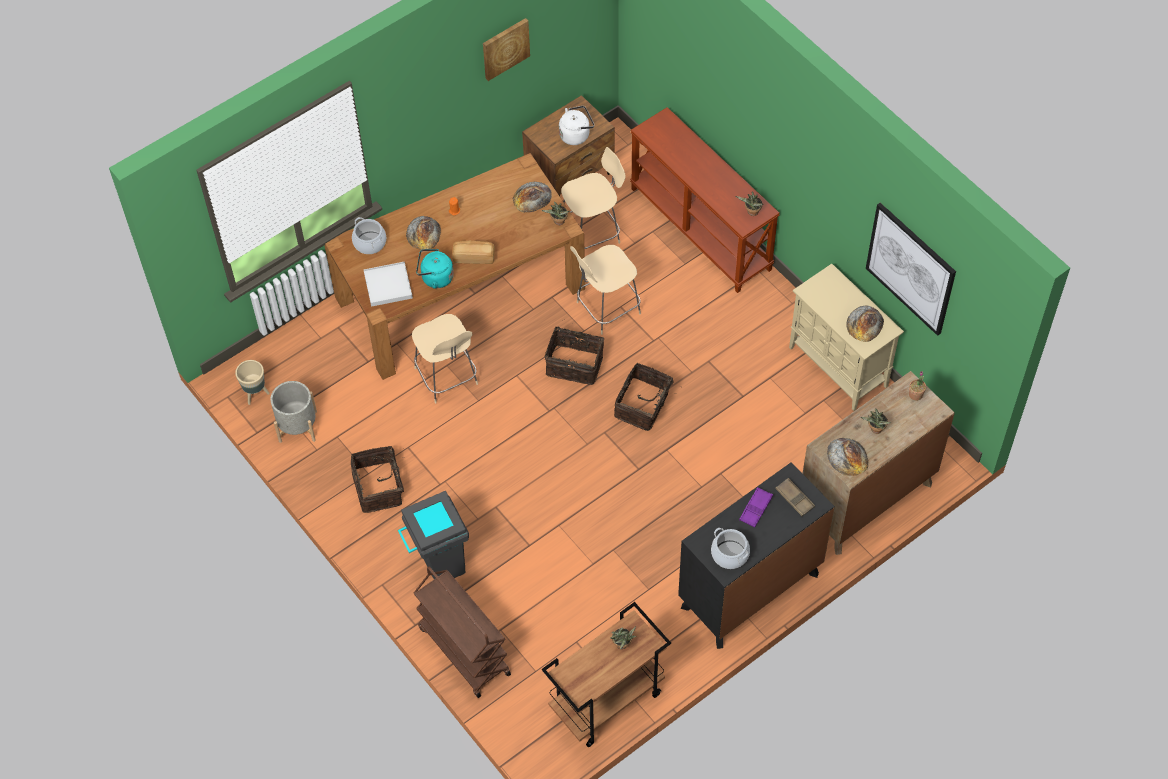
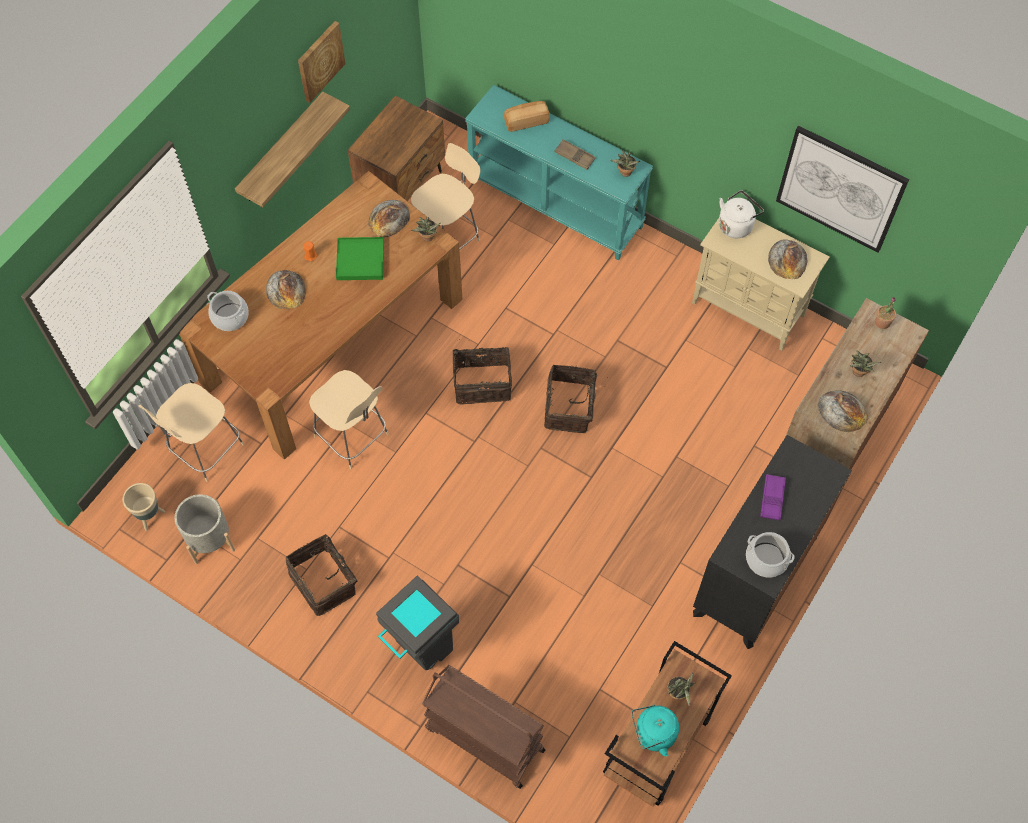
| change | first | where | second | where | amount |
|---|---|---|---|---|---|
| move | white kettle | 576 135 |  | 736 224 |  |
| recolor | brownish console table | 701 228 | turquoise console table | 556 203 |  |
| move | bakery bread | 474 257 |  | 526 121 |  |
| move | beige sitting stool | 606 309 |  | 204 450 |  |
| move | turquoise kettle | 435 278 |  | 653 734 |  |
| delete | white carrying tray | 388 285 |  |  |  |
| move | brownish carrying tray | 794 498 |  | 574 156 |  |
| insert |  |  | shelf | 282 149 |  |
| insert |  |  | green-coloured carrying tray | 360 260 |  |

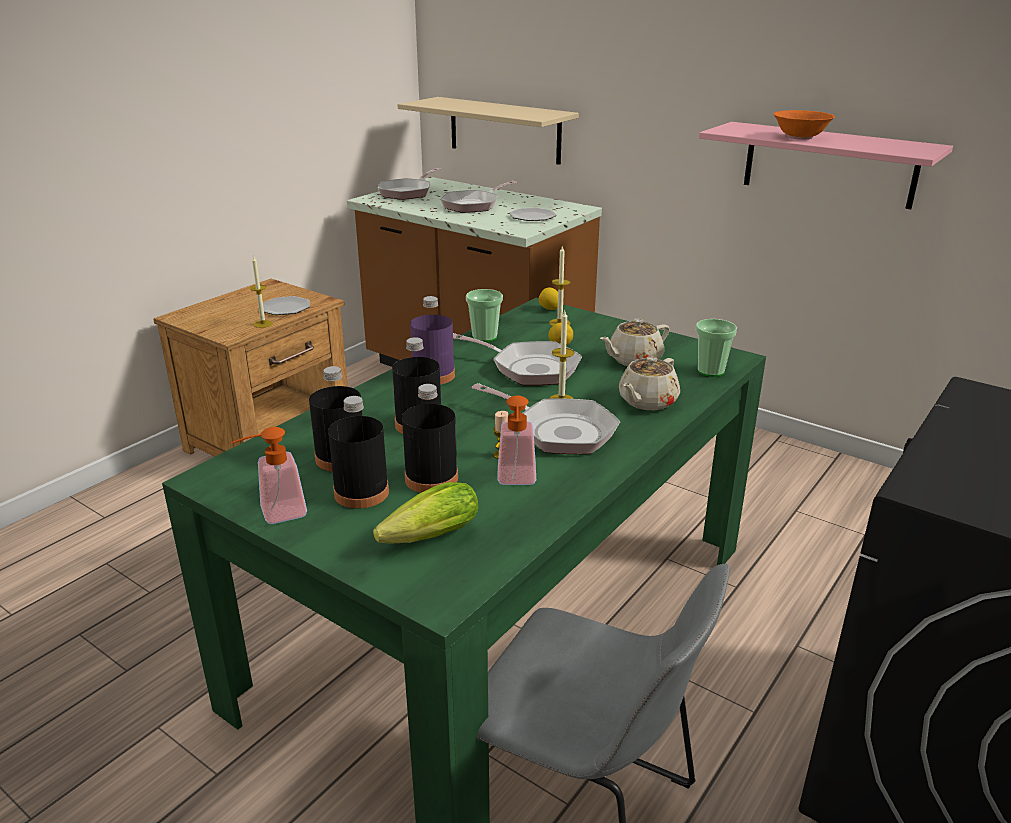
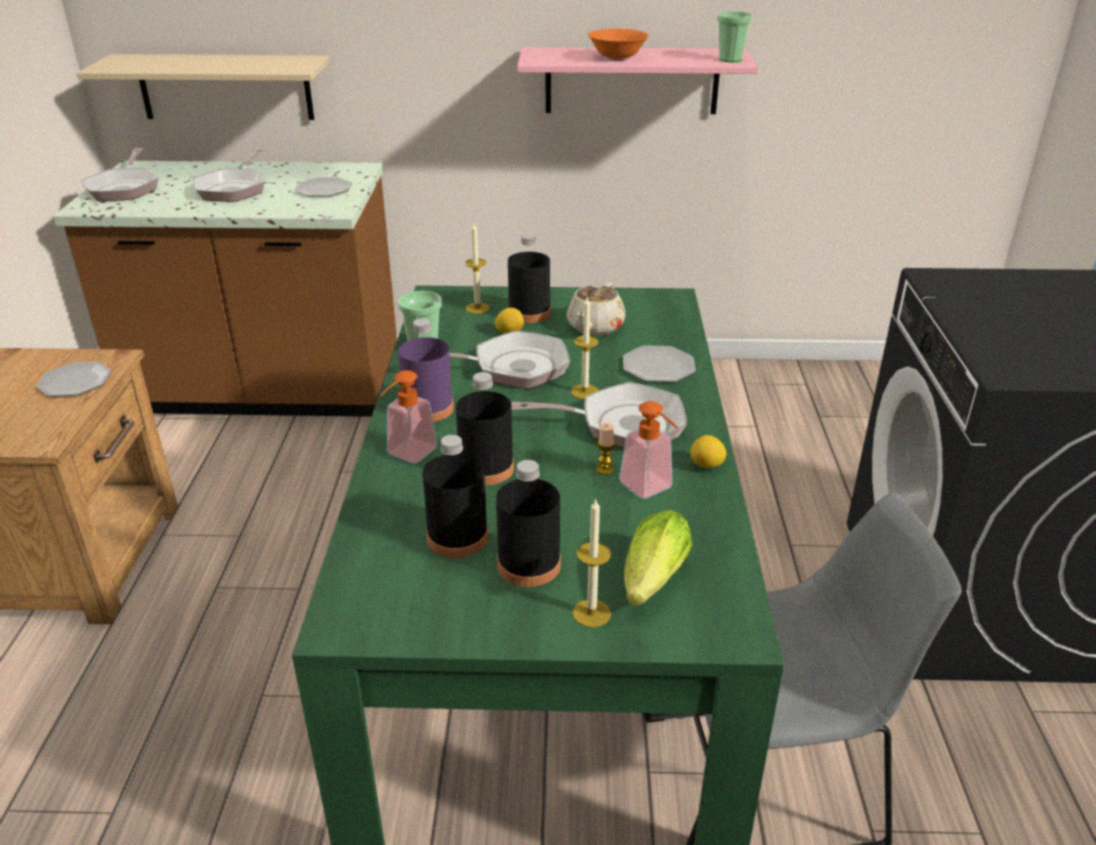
| change | first | where | second | where | amount |
|---|---|---|---|---|---|
| move | wax light | 263 324 |  | 591 613 |  |
| move | whole lemon | 549 309 |  | 707 466 |  |
| move | cup | 710 371 |  | 730 59 |  |
| replace | beige tea pot | 647 402 | plate | 657 367 |  |
| move | black bottle | 431 479 |  | 529 313 |  |
| move | liquid soap bottle | 274 514 |  | 407 455 |  |

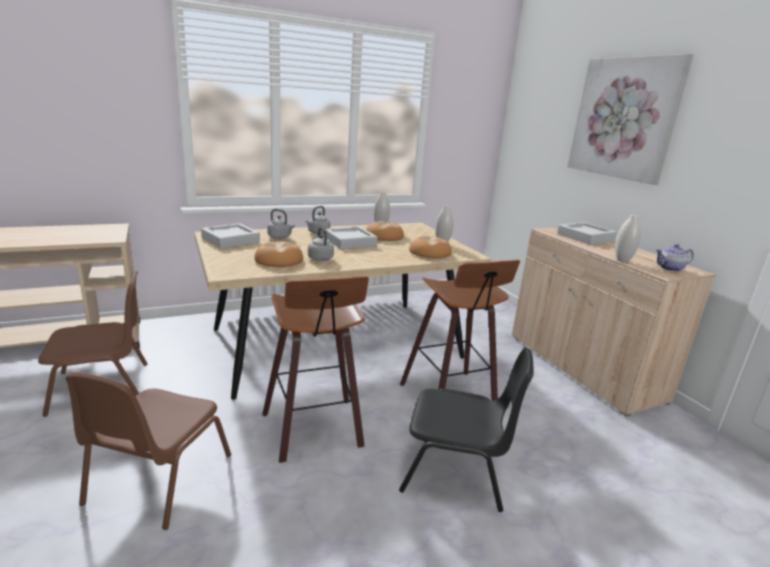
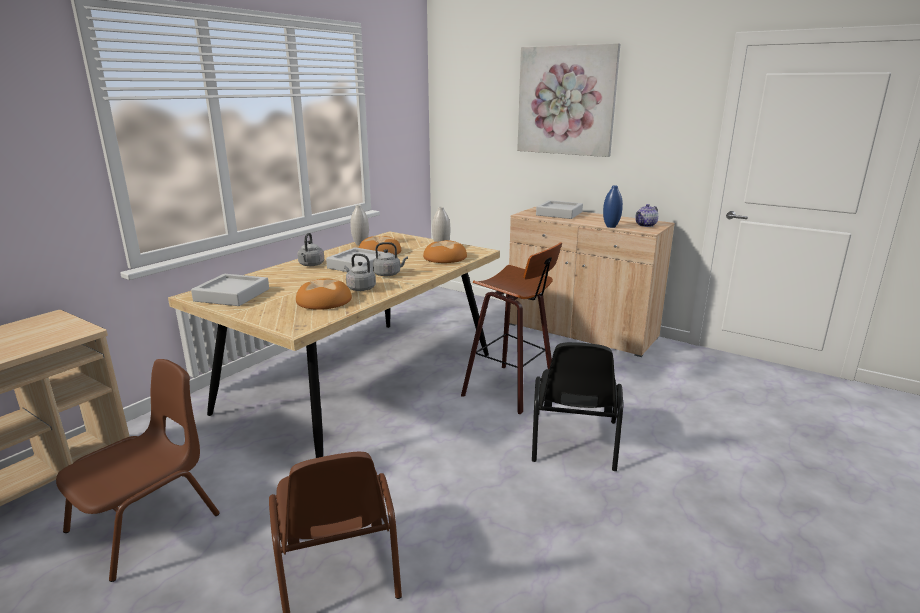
| change | first | where | second | where | amount |
|---|---|---|---|---|---|
| move | greyish kettle | 280 237 |  | 388 274 |  |
| recolor | white vase | 622 260 | blue-coloured vase | 611 226 |  |
| delete | sitting stool | 315 431 |  |  |  |
| rotate | black chair | 456 470 |  | 573 442 | 120 degrees clockwise |

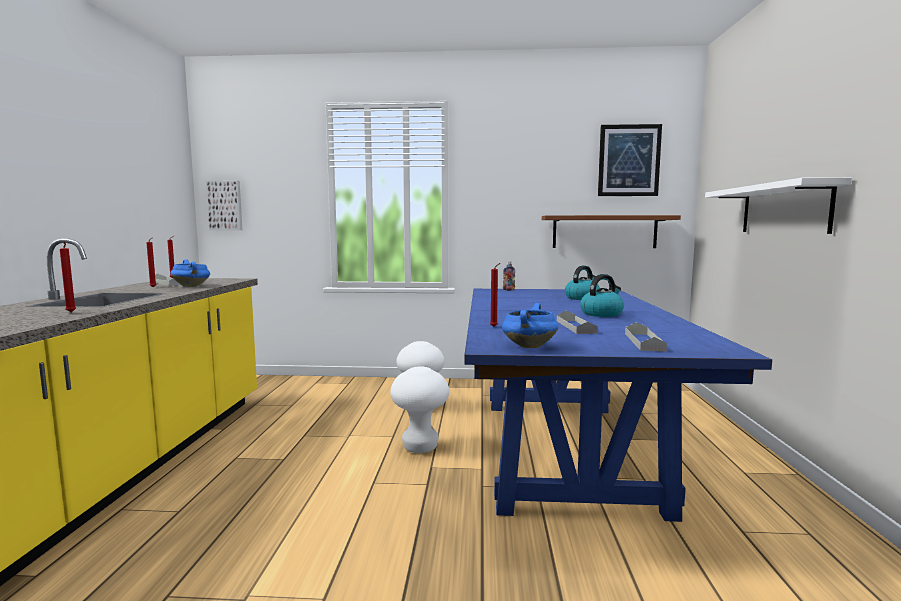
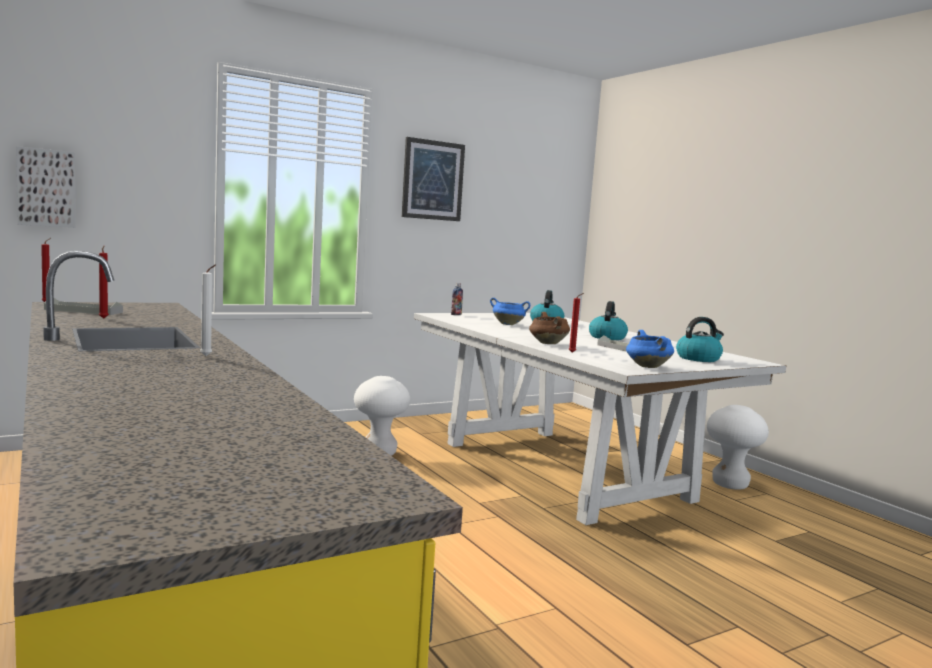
| change | first | where | second | where | amount |
|---|---|---|---|---|---|
| move | wall art | 629 160 |  | 432 180 |  |
| delete | white shelf | 784 209 |  |  |  |
| delete | brownish shelf | 604 232 |  |  |  |
| recolor | red wax light | 71 312 | white wax light | 207 356 |  |
| move | blue-coloured stockpot | 192 286 |  | 508 324 |  |
| recolor | blue-coloured kitchen table | 562 450 | white kitchen table | 561 469 |  |
| replace | greyish carrying tray | 644 342 | kettle | 698 358 |  |
| move | white sitting stool | 420 447 |  | 730 485 |  |
| insert |  |  | brownish stockpot | 547 343 |  |

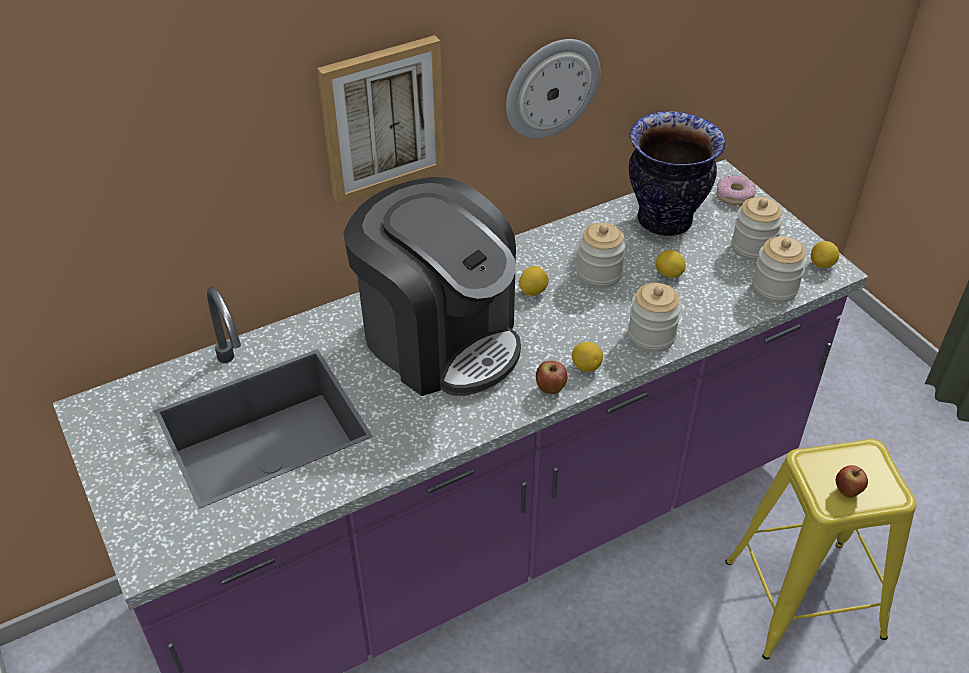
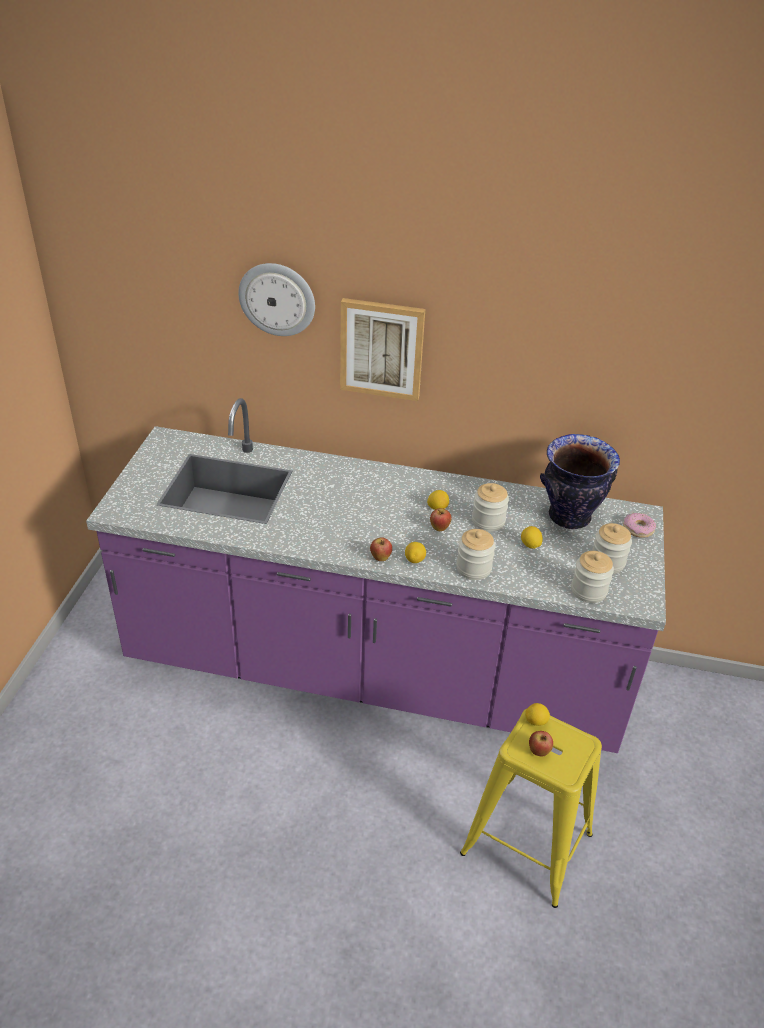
| change | first | where | second | where | amount |
|---|---|---|---|---|---|
| move | wall clock | 551 88 |  | 277 299 |  |
| delete | coffee maker | 439 339 |  |  |  |
| move | whole lemon | 822 265 |  | 536 721 |  |
| insert |  |  | whole apple | 439 528 |  |

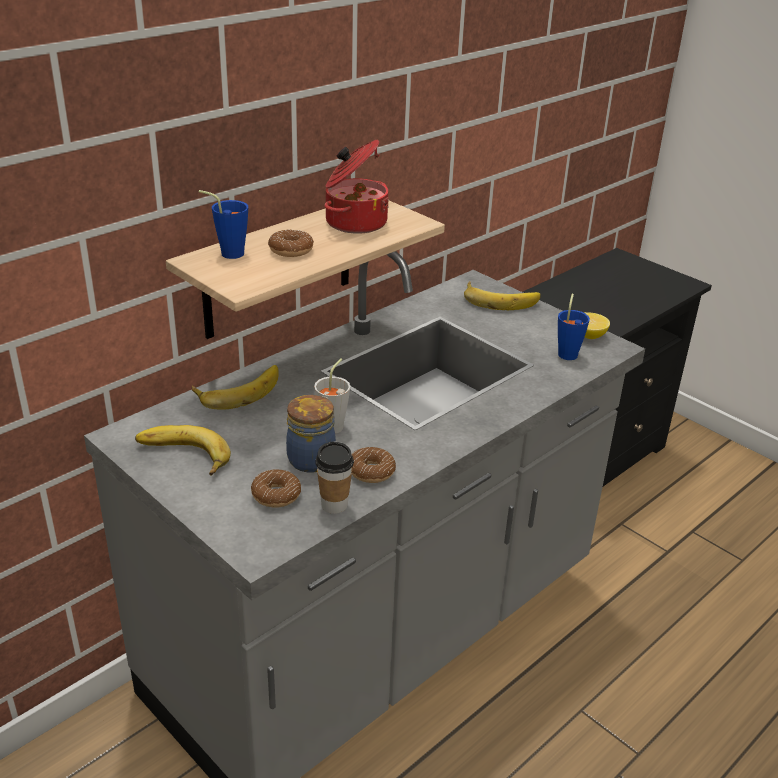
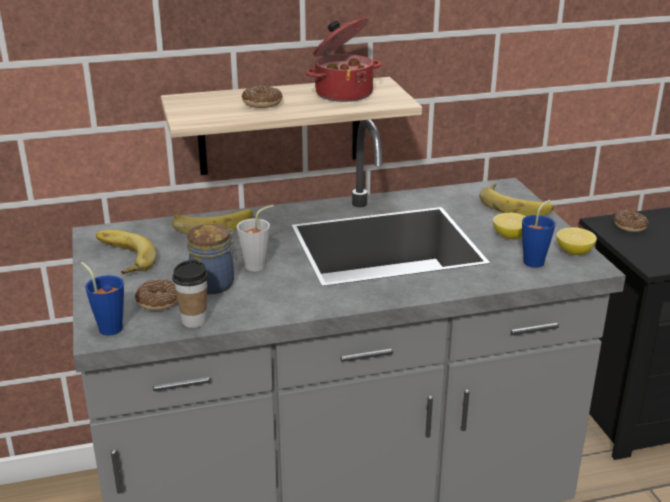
| change | first | where | second | where | amount |
|---|---|---|---|---|---|
| move | blue-coloured cup | 227 253 |  | 108 326 |  |
| move | ring doughnut | 371 471 |  | 630 226 |  |
| insert |  |  | whole lemon | 510 236 |  |

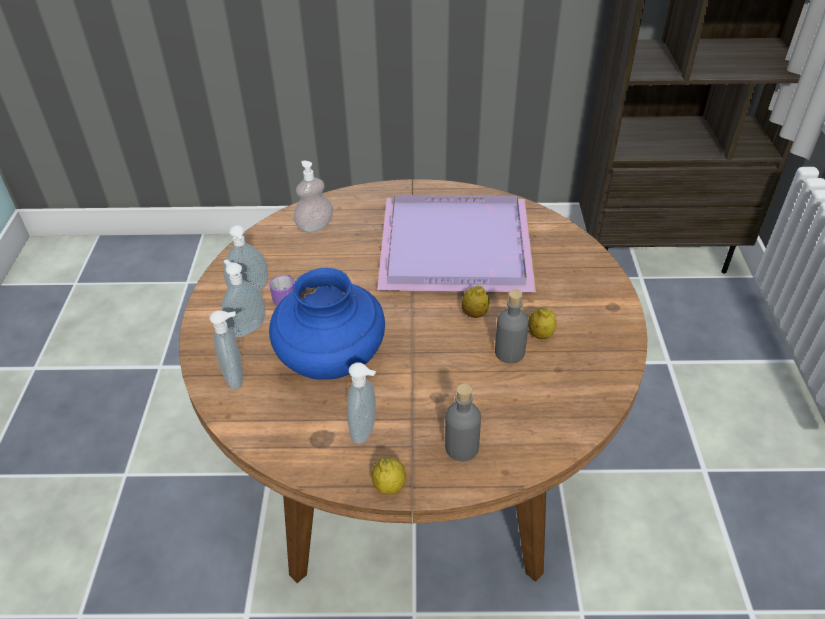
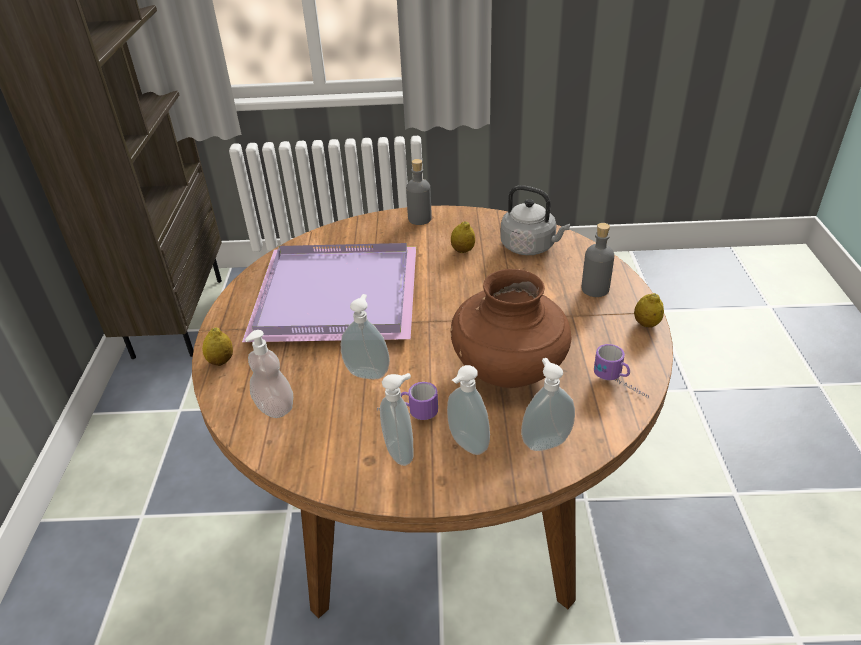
| change | first | where | second | where | amount |
|---|---|---|---|---|---|
| recolor | blue-coloured vase | 331 360 | brownish vase | 509 370 |  |
| move | whole lemon | 474 314 |  | 221 361 |  |
| move | greyish bottle | 509 352 |  | 419 219 |  |
| move | liquid soap bottle | 366 431 |  | 368 372 |  |
| insert |  |  | greyish kettle | 530 247 |  |
| insert |  |  | coffee mug | 620 385 |  |

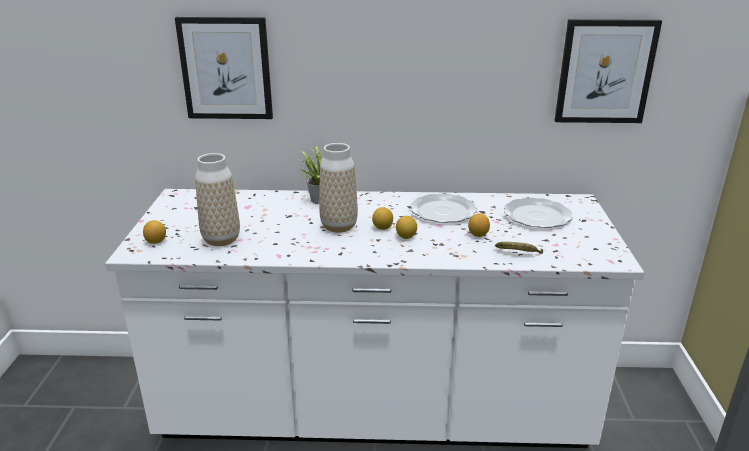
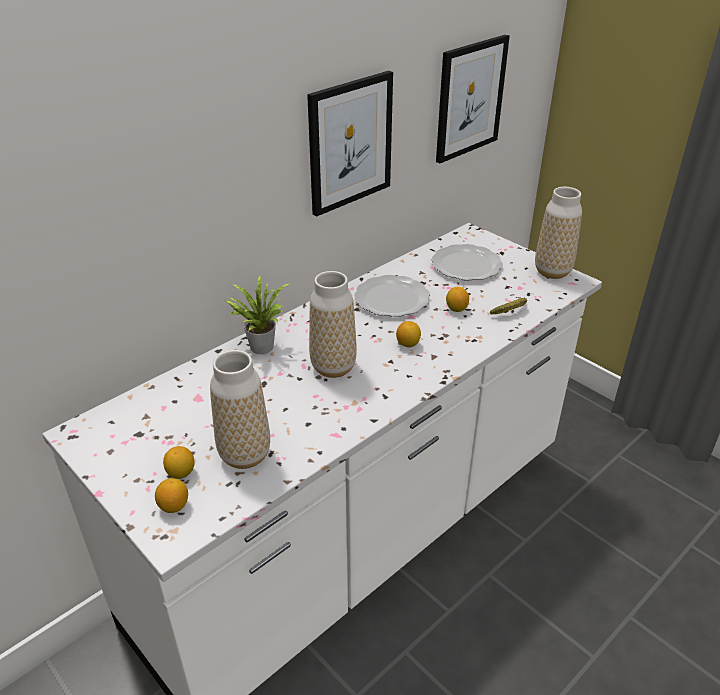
| change | first | where | second | where | amount |
|---|---|---|---|---|---|
| move | wall art | 226 68 |  | 350 143 |  |
| move | whole lemon | 382 228 |  | 181 473 |  |
| insert |  |  | vase | 552 272 |  |

